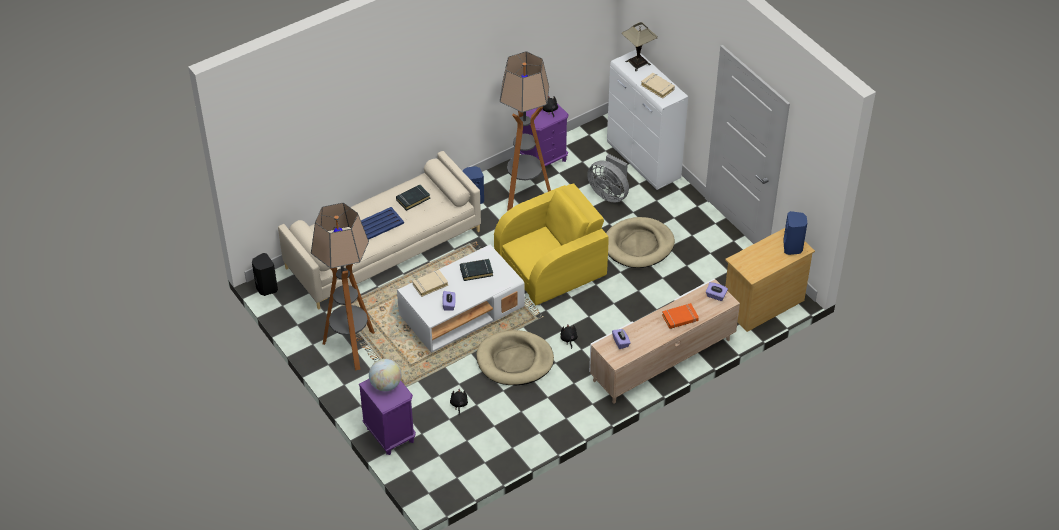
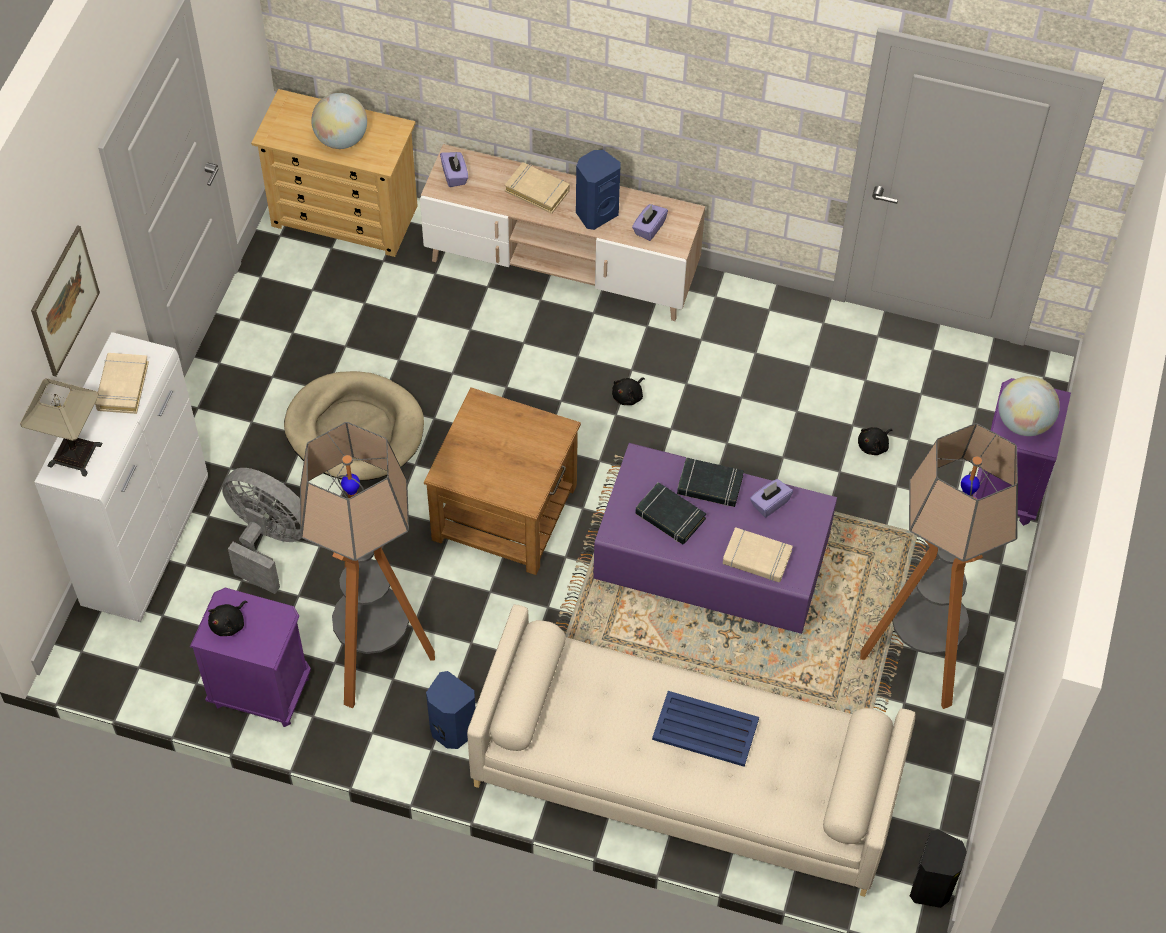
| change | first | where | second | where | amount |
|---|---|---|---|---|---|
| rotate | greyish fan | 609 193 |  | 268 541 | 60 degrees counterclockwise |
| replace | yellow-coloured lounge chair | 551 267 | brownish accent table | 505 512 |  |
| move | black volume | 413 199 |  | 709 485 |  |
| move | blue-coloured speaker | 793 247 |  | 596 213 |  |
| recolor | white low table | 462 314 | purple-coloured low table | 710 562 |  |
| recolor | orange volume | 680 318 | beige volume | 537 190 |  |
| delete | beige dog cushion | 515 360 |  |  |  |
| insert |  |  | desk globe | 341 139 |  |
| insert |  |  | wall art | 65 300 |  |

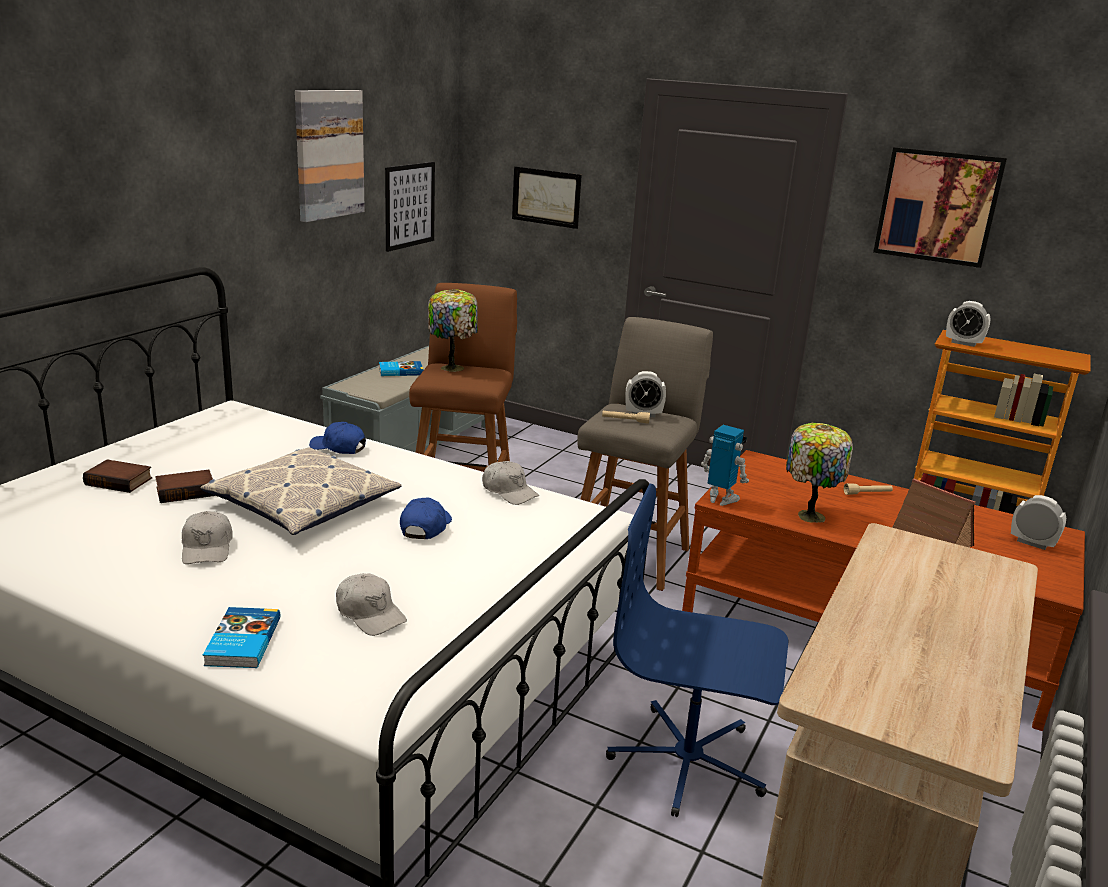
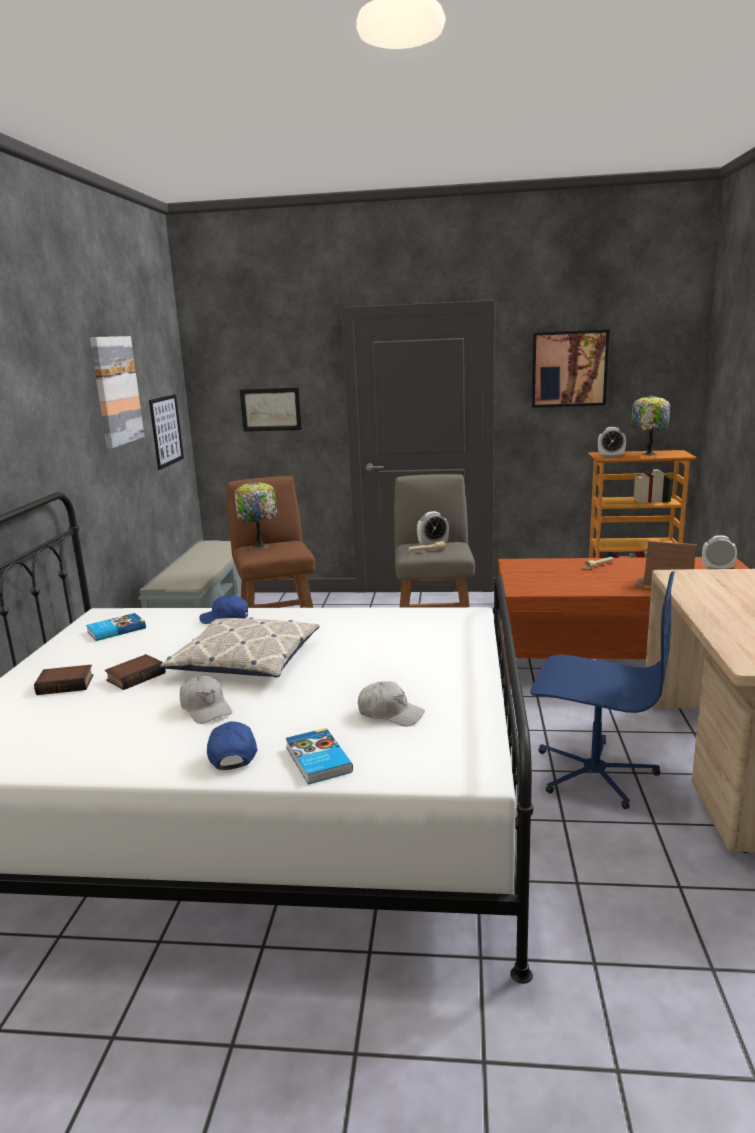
| change | first | where | second | where | amount |
|---|---|---|---|---|---|
| move | volume | 400 371 |  | 116 630 |  |
| move | table lamp | 809 515 |  | 648 454 |  |
| delete | toy robot | 720 500 |  |  |  |
| delete | white peaked cap | 509 491 |  |  |  |
| rotate | blue-coloured computer chair | 688 761 |  | 594 772 | 150 degrees counterclockwise |
| move | blue-coloured peaked cap | 425 527 |  | 233 753 |  |

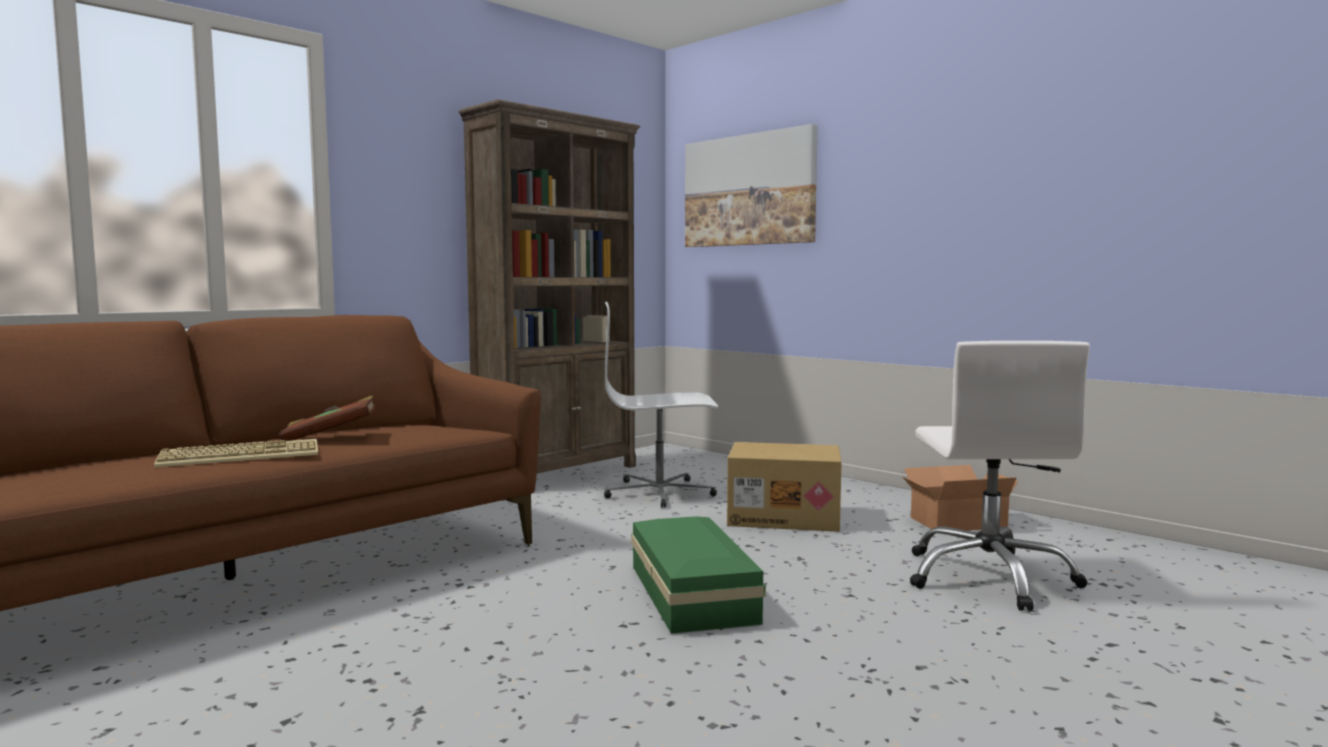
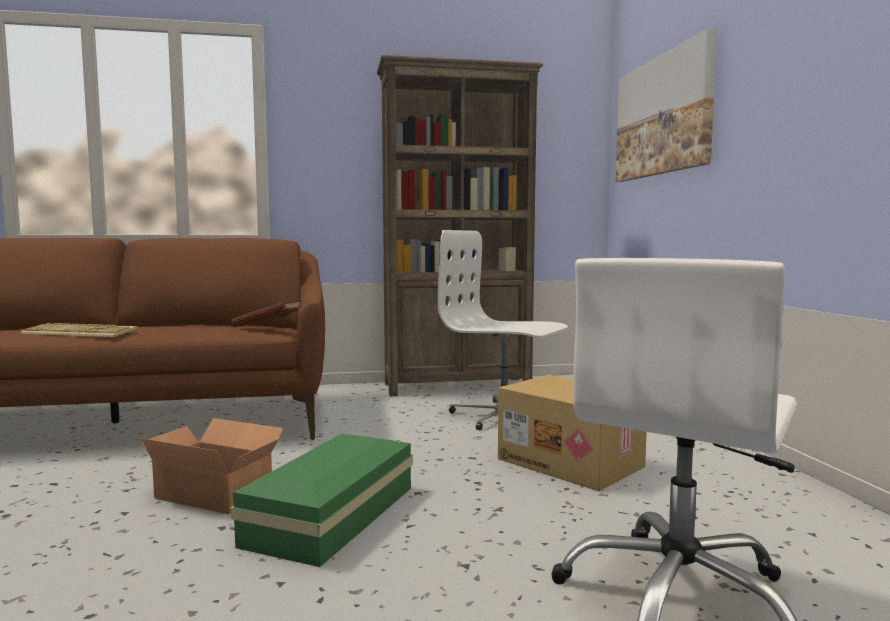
| change | first | where | second | where | amount |
|---|---|---|---|---|---|
| move | brownish volume | 330 438 |  | 272 327 |  |
| move | carton | 954 522 |  | 215 492 |  |

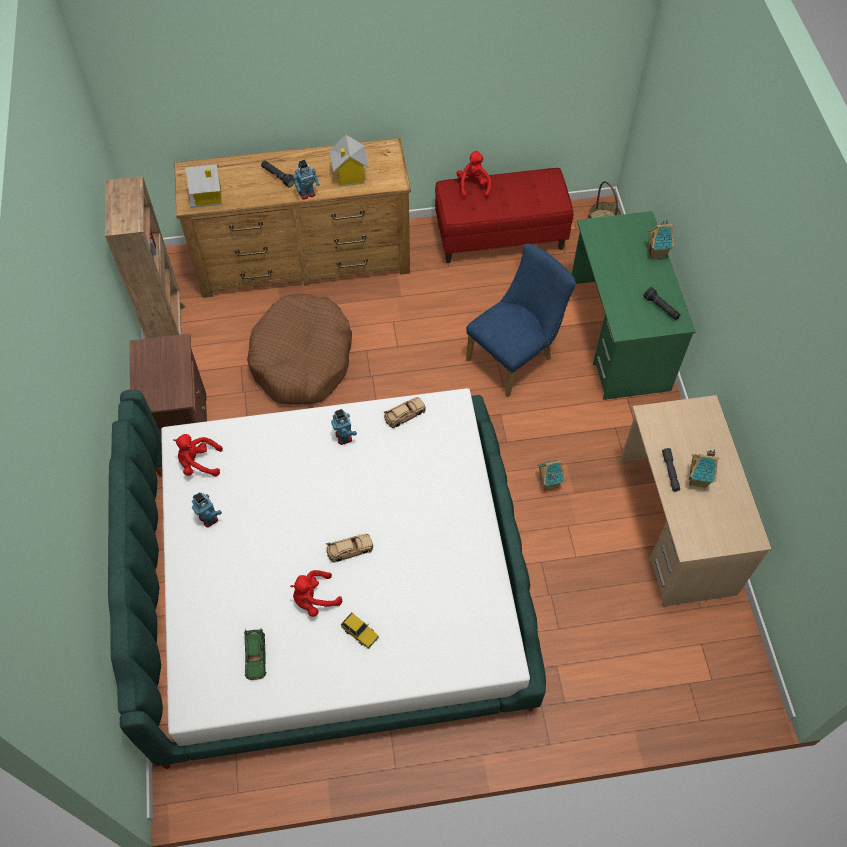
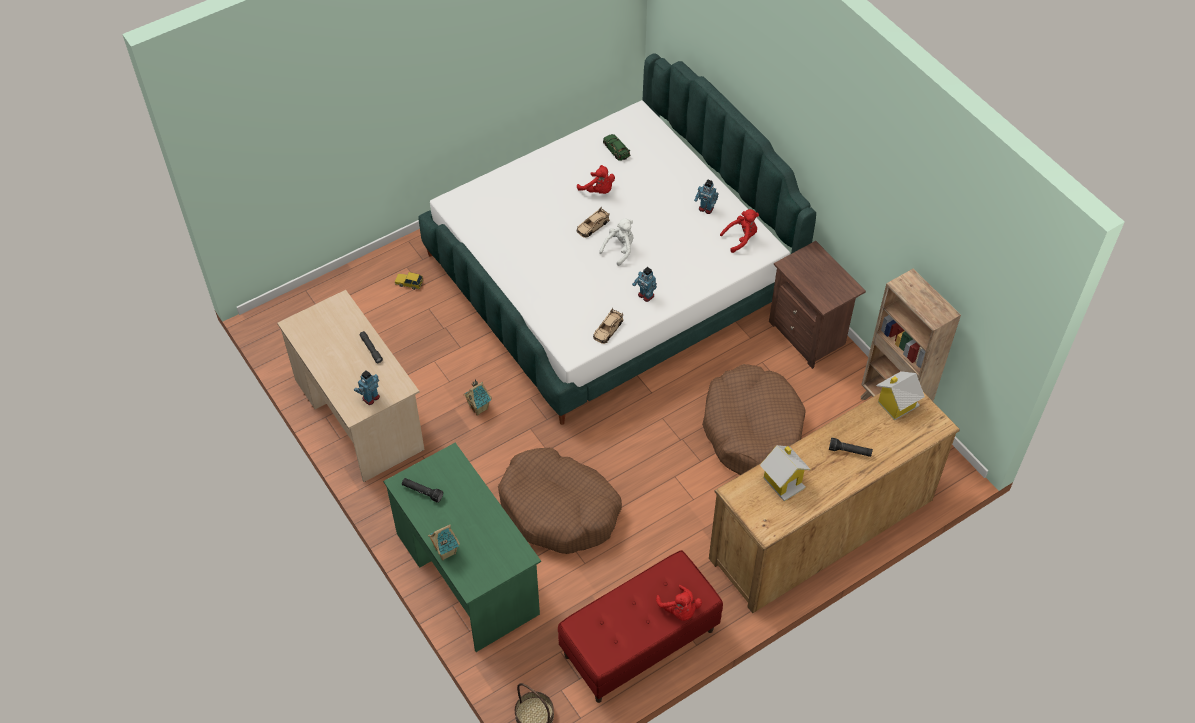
| change | first | where | second | where | amount |
|---|---|---|---|---|---|
| move | toy robot | 307 194 |  | 370 397 |  |
| replace | blue-coloured chair | 515 357 | brownish dog cushion | 559 509 |  |
| delete | model house | 698 480 |  |  |  |
| rotate | red soft toy | 314 599 |  | 598 190 | 90 degrees clockwise |
| move | toy car | 360 632 |  | 409 283 |  |
| insert |  |  | white soft toy | 619 249 |  |

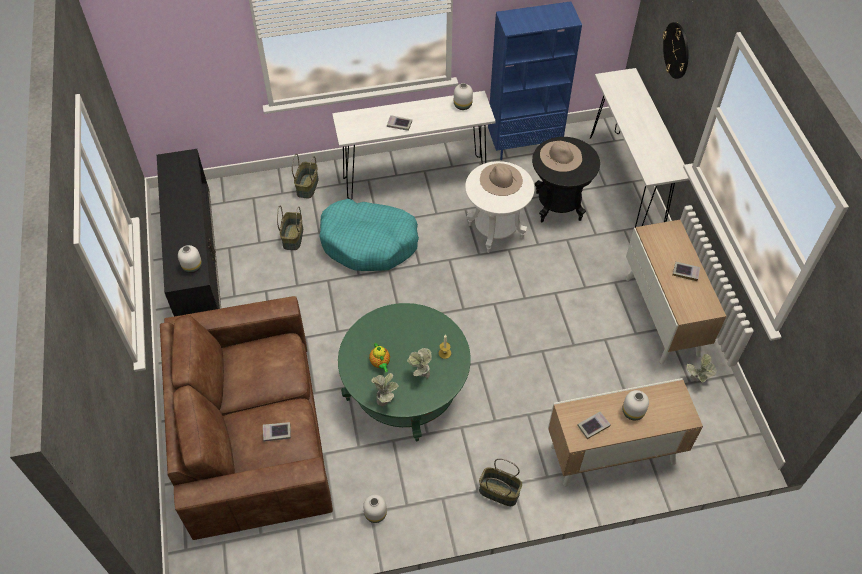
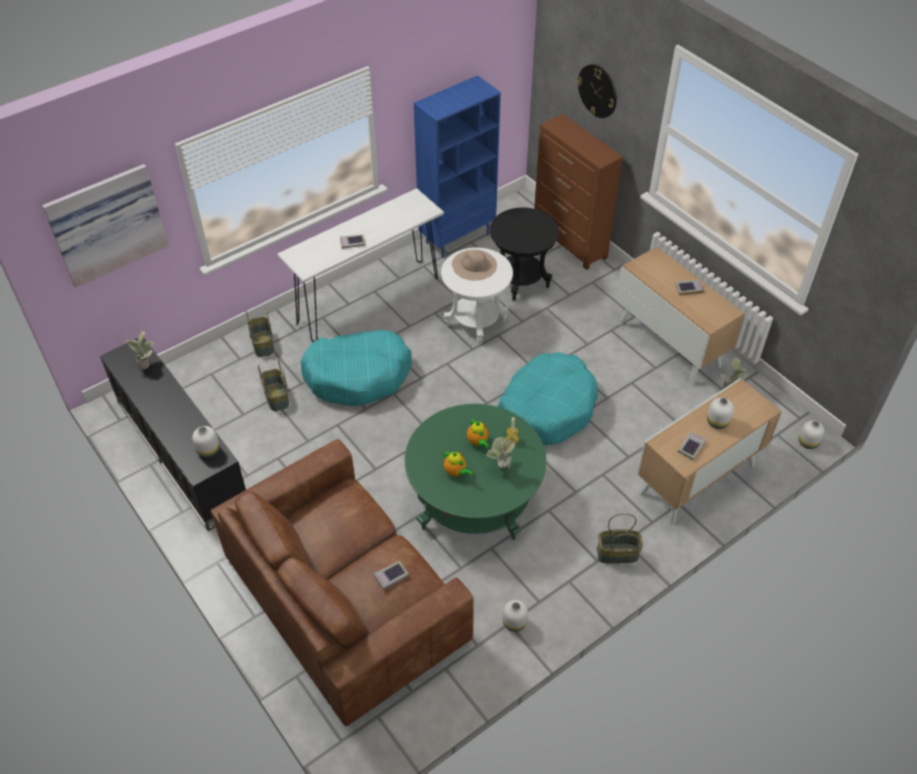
| change | first | where | second | where | amount |
|---|---|---|---|---|---|
| replace | white console table | 625 184 | brownish dresser | 570 242 |  |
| move | white vase | 462 105 |  | 807 442 |  |
| delete | beige hat | 561 156 |  |  |  |
| move | plant in a pot | 385 399 |  | 146 363 |  |
| insert |  |  | wall art | 106 223 |  |
| insert |  |  | turquoise dog cushion | 546 408 |  |
| insert |  |  | tea pot | 478 442 |  |

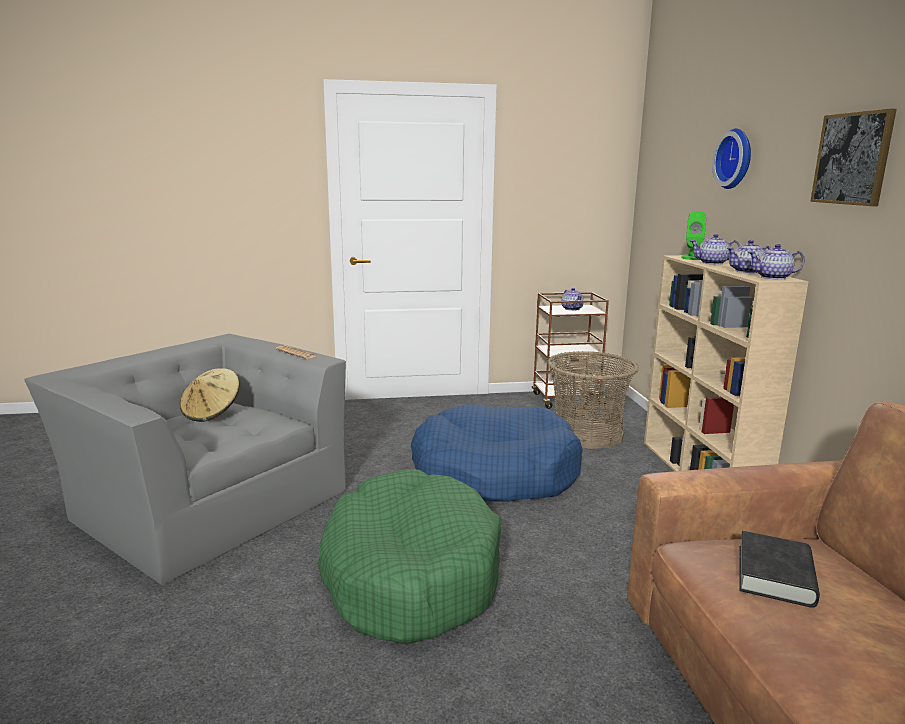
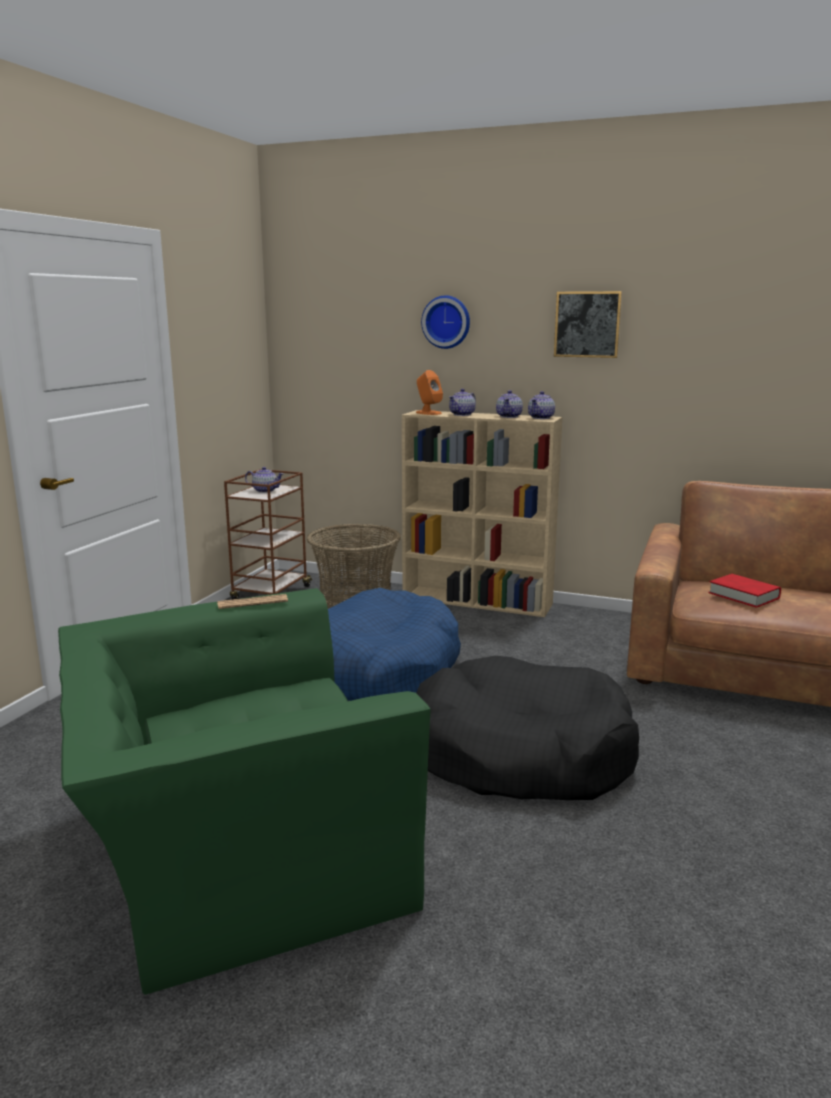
| change | first | where | second | where | amount |
|---|---|---|---|---|---|
| recolor | green-coloured speaker | 692 257 | orange speaker | 428 413 |  |
| recolor | greyish lounge chair | 206 501 | green-coloured lounge chair | 236 851 |  |
| delete | beige hat | 212 412 |  |  |  |
| recolor | green-coloured dog cushion | 409 573 | black dog cushion | 520 754 |  |
| recolor | black volume | 775 575 | red volume | 743 595 |  |

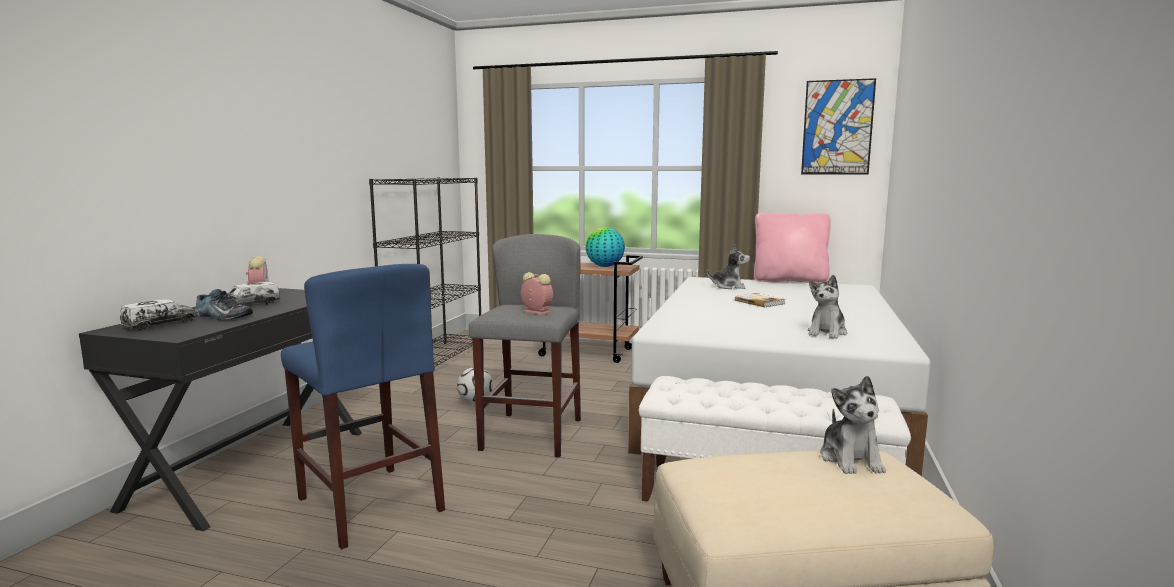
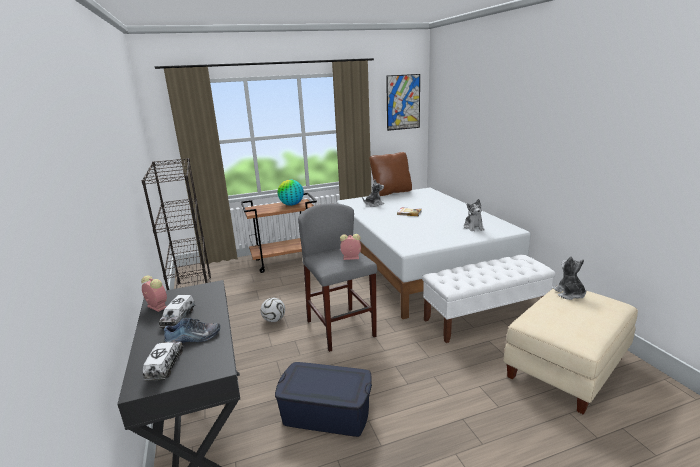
| change | first | where | second | where | amount |
|---|---|---|---|---|---|
| recolor | pinkish cushion | 789 281 | brownish cushion | 391 192 |  |
| replace | blue-coloured sitting stool | 370 504 | blue-coloured storage container | 326 414 |  |
| rotate | soft toy | 851 460 |  | 569 294 | 150 degrees counterclockwise |

